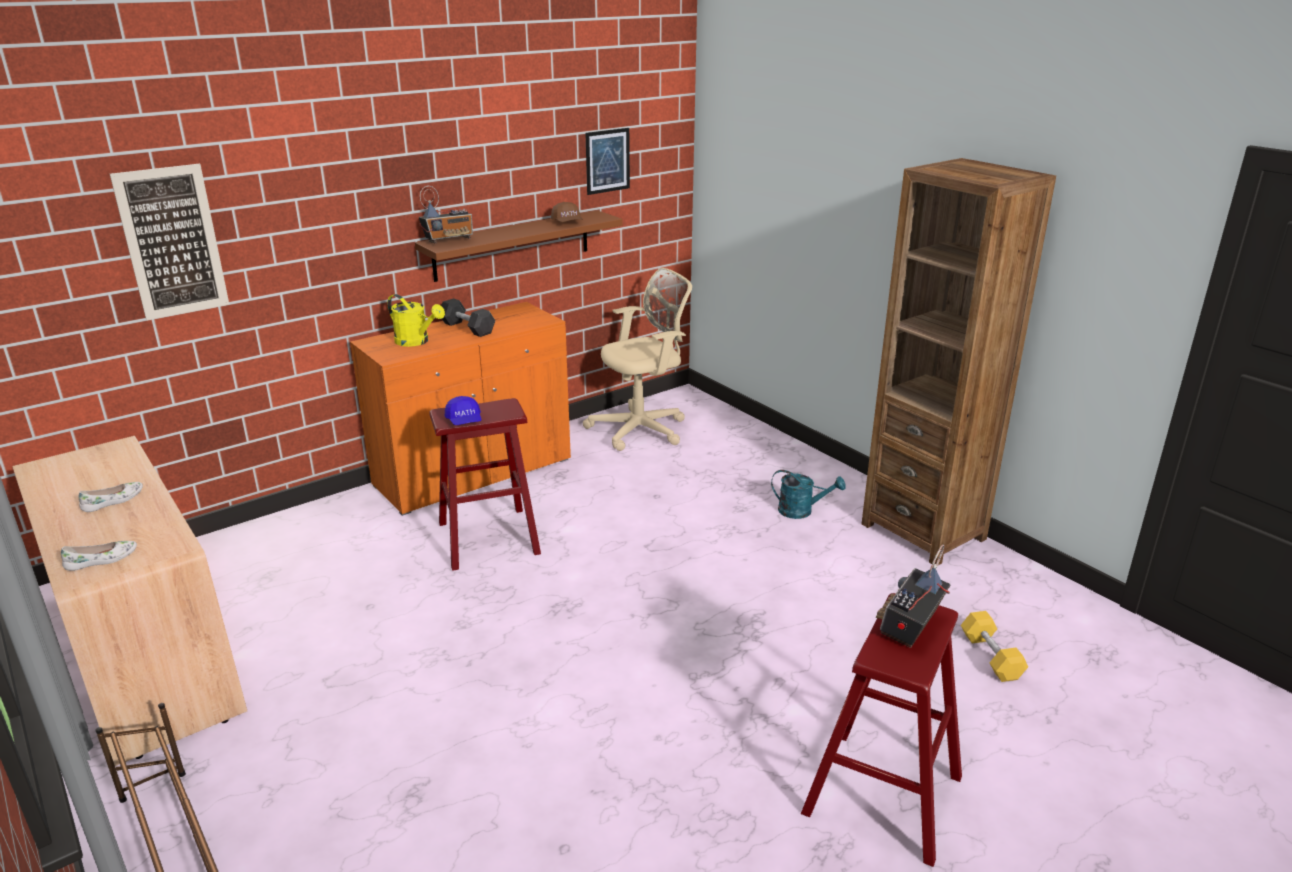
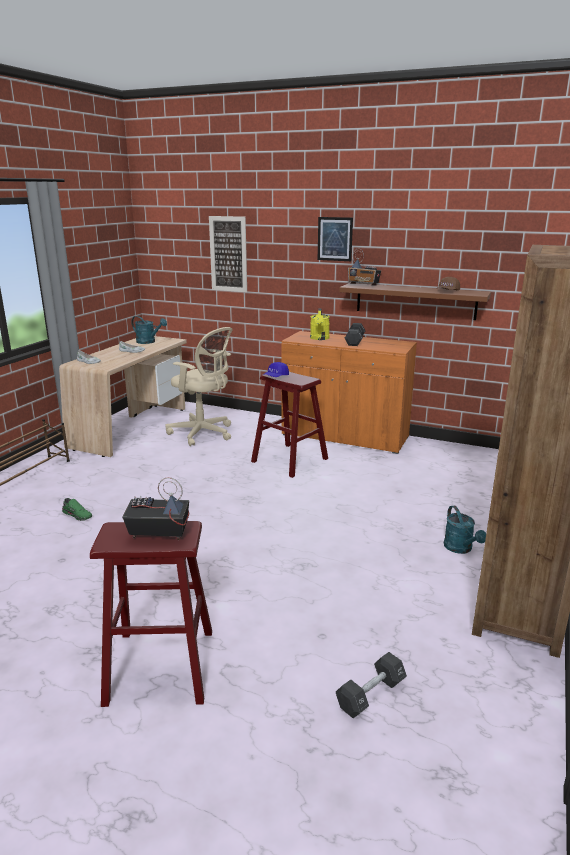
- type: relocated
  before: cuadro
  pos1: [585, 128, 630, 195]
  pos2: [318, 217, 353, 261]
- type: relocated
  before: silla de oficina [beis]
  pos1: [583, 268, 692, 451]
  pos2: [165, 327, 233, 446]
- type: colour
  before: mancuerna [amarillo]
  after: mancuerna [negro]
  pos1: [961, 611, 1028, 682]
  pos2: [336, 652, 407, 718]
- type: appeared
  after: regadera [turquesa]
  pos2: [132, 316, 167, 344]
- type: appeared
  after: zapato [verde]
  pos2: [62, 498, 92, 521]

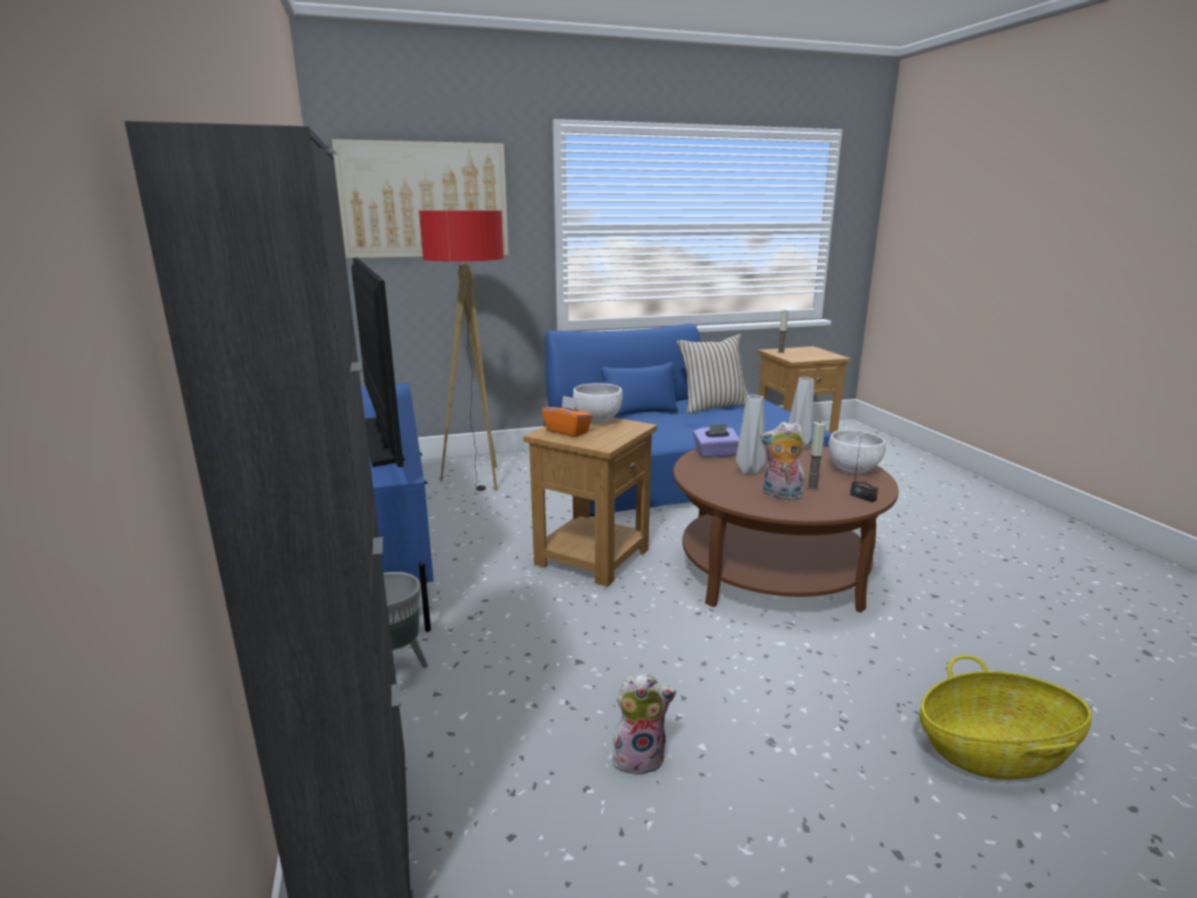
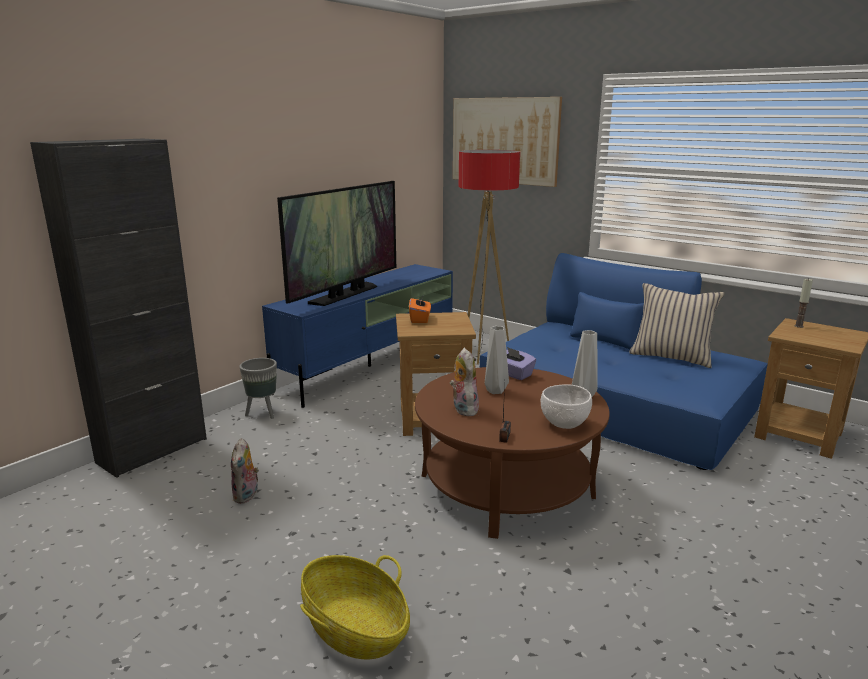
- type: missing
  before: cuenco [blanco]
  pos1: [573, 383, 623, 423]
- type: missing
  before: vela
  pos1: [807, 421, 826, 491]
- type: spun
  before: peluche
  pos1: [612, 673, 676, 776]
  pos2: [231, 438, 259, 504]
  turn: 45

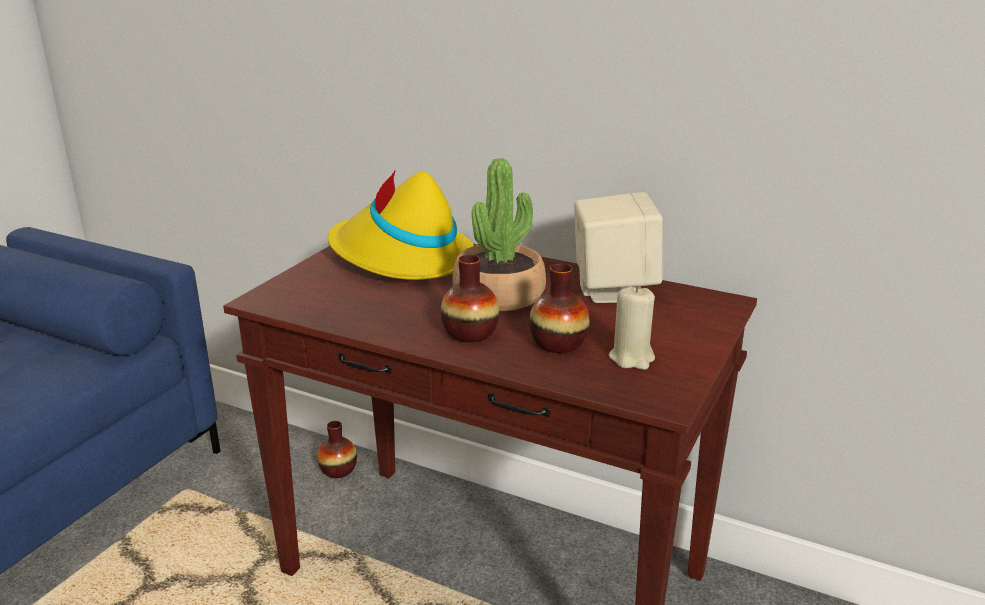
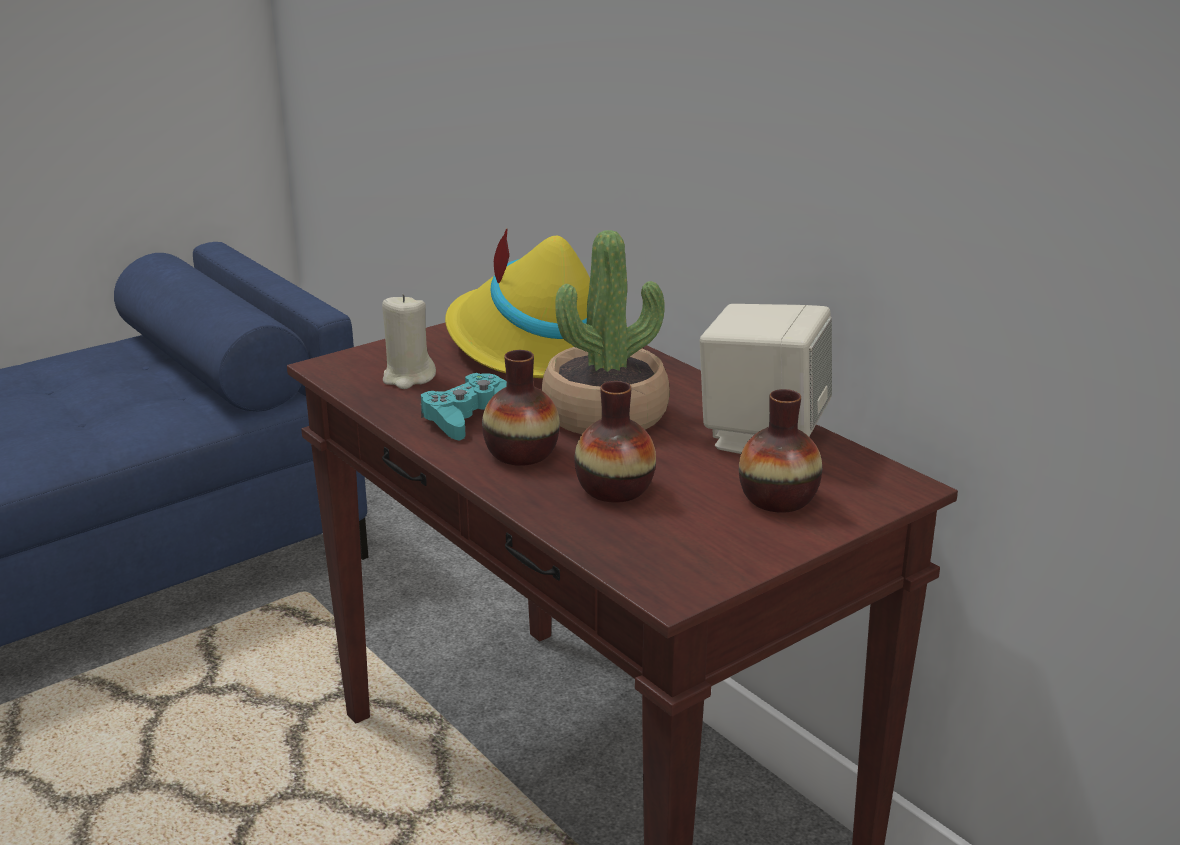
- type: relocated
  before: vela [beis]
  pos1: [609, 285, 655, 370]
  pos2: [382, 294, 436, 389]
- type: relocated
  before: florero
  pos1: [317, 421, 357, 478]
  pos2: [739, 389, 822, 513]
- type: appeared
  after: mando de consola [turquesa]
  pos2: [421, 373, 507, 441]

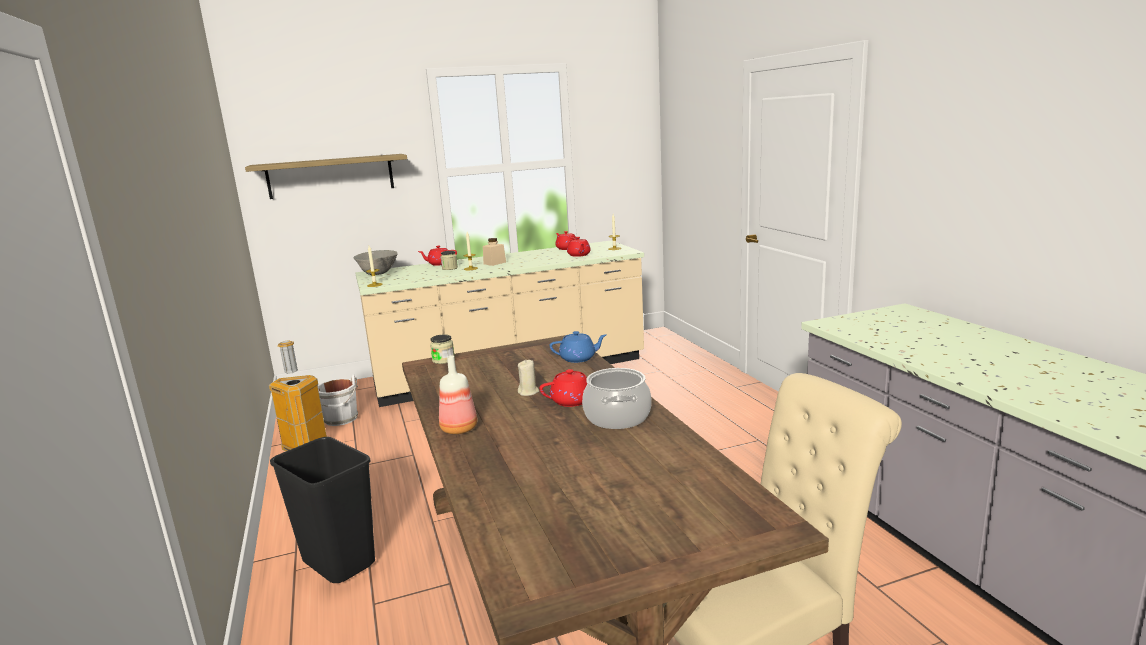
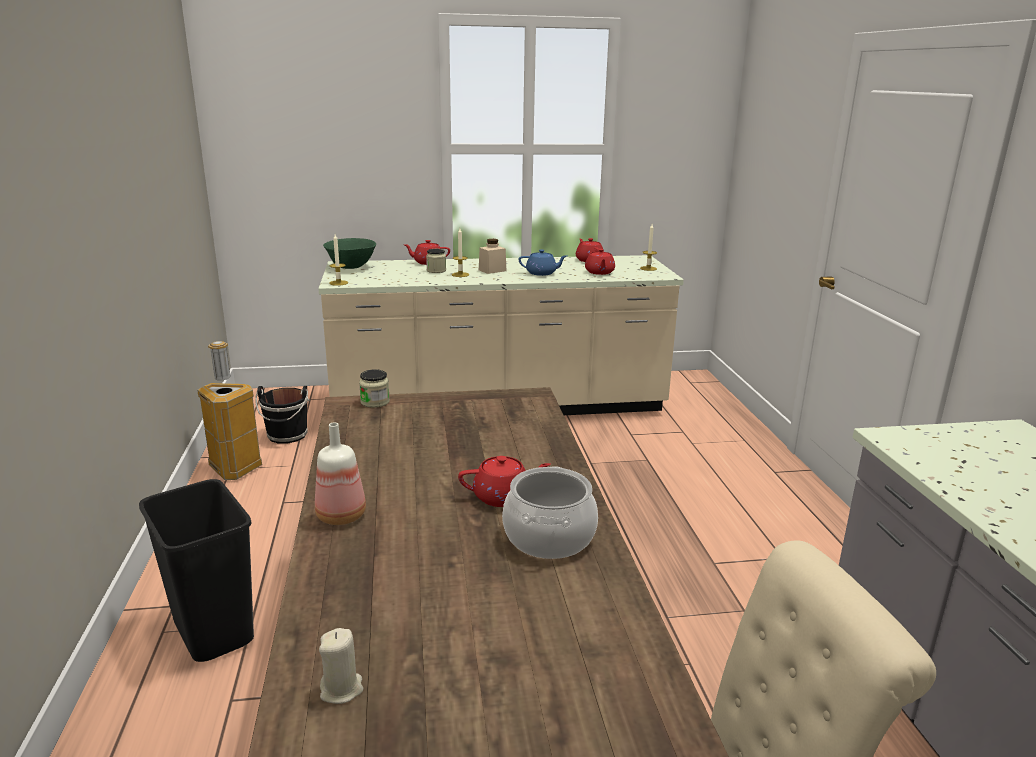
- type: missing
  before: estante
  pos1: [245, 154, 407, 199]
- type: colour
  before: cuenco [gris]
  after: cuenco [verde]
  pos1: [354, 250, 398, 275]
  pos2: [323, 238, 376, 269]
- type: relocated
  before: tetera [azul]
  pos1: [550, 331, 607, 363]
  pos2: [519, 250, 567, 276]
- type: relocated
  before: vela [beis]
  pos1: [518, 360, 539, 396]
  pos2: [319, 628, 363, 704]
- type: colour
  before: cubo [blanco]
  after: cubo [negro]
  pos1: [317, 374, 358, 426]
  pos2: [255, 386, 309, 444]

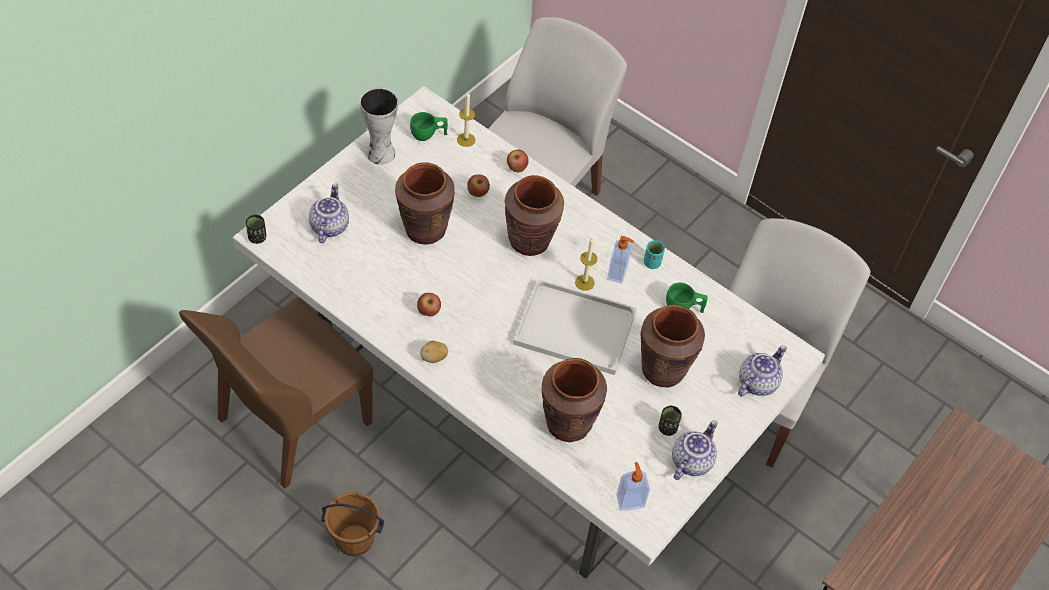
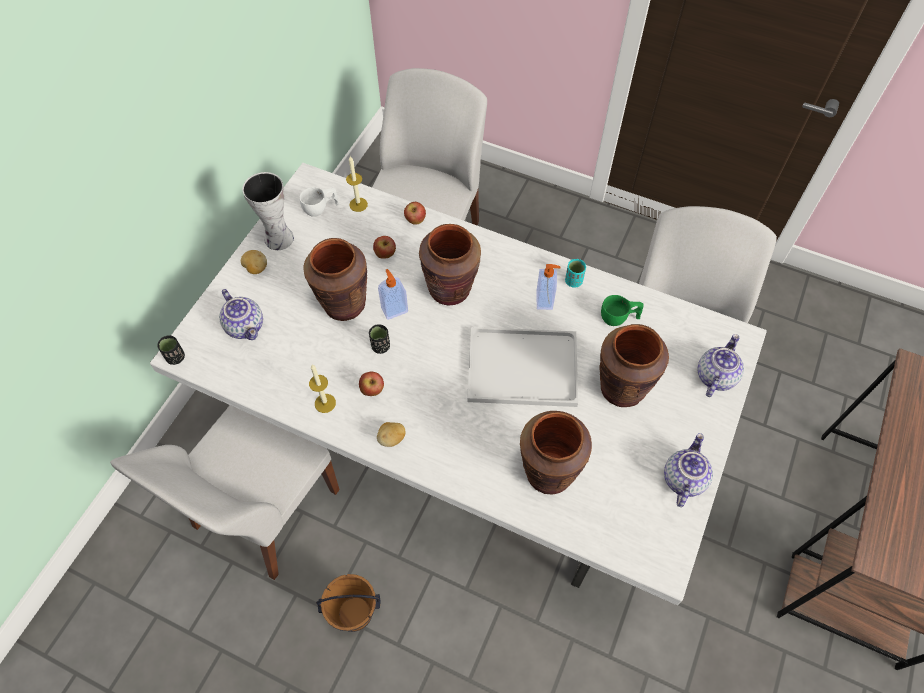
- type: colour
  before: taza [verde]
  after: taza [blanco]
  pos1: [410, 112, 448, 141]
  pos2: [300, 187, 339, 217]
- type: spun
  before: tetera
  pos1: [309, 183, 349, 243]
  pos2: [219, 289, 263, 340]
  turn: 150
- type: relocated
  before: vela
  pos1: [575, 238, 597, 291]
  pos2: [309, 365, 336, 413]
- type: colour
  before: silla [marrón]
  after: silla [blanco]
  pos1: [179, 297, 373, 489]
  pos2: [110, 405, 340, 580]
- type: relocated
  before: taza [negro]
  pos1: [658, 406, 682, 436]
  pos2: [369, 324, 390, 354]
- type: relocated
  before: dispensador de jabón
  pos1: [616, 462, 650, 511]
  pos2: [378, 269, 408, 320]
- type: appeared
  after: patata
  pos2: [241, 250, 267, 274]

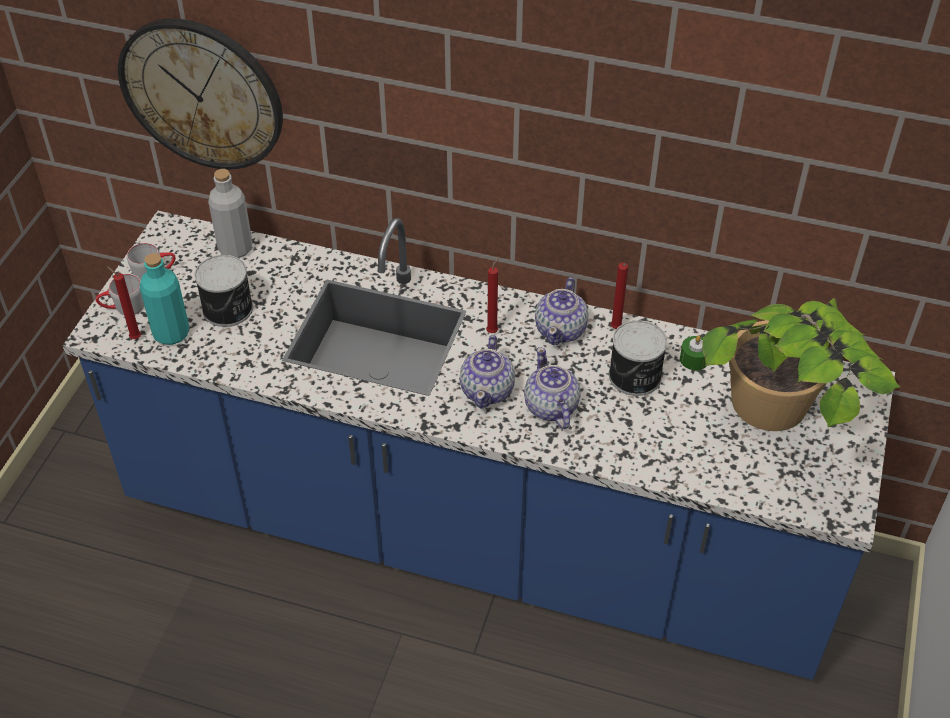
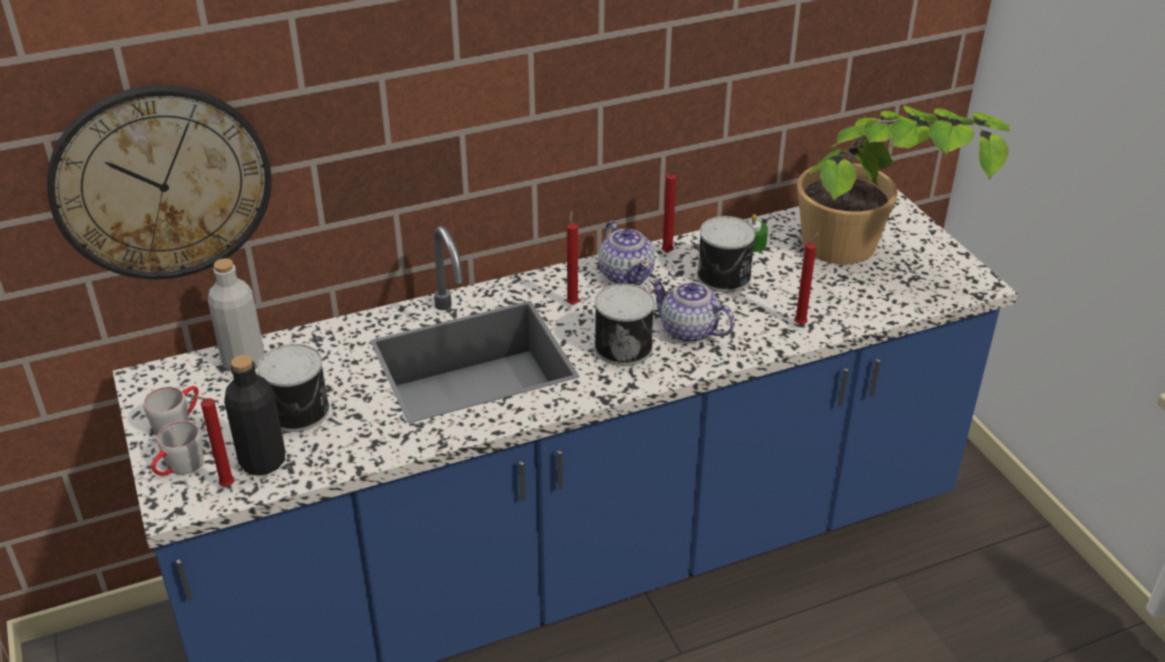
- type: colour
  before: botella [turquesa]
  after: botella [negro]
  pos1: [140, 253, 189, 345]
  pos2: [224, 355, 285, 475]
- type: exchanged
  before: tetera
  after: lata
  pos1: [460, 335, 515, 409]
  pos2: [594, 283, 654, 366]
- type: appeared
  after: vela [rojo]
  pos2: [794, 232, 820, 325]

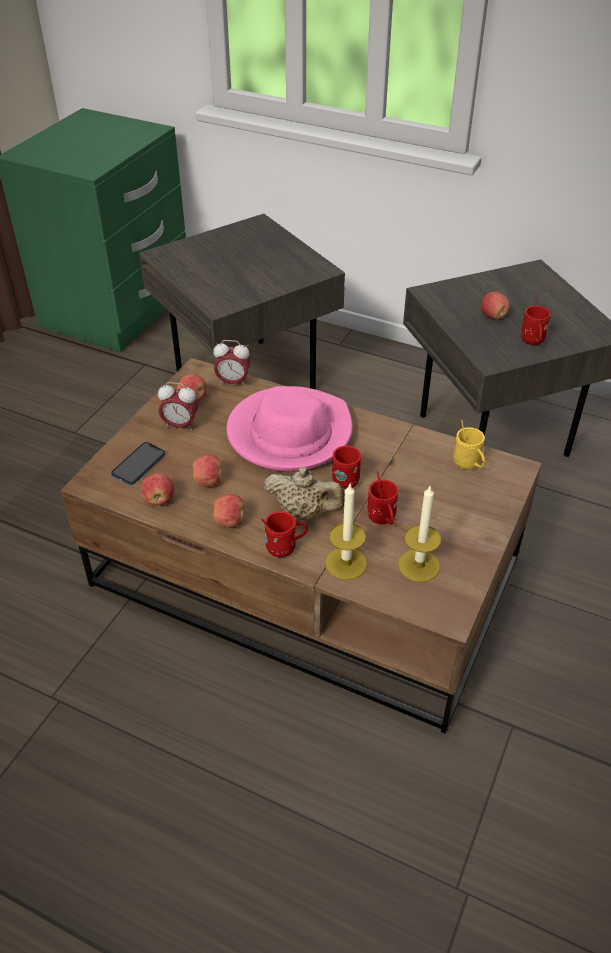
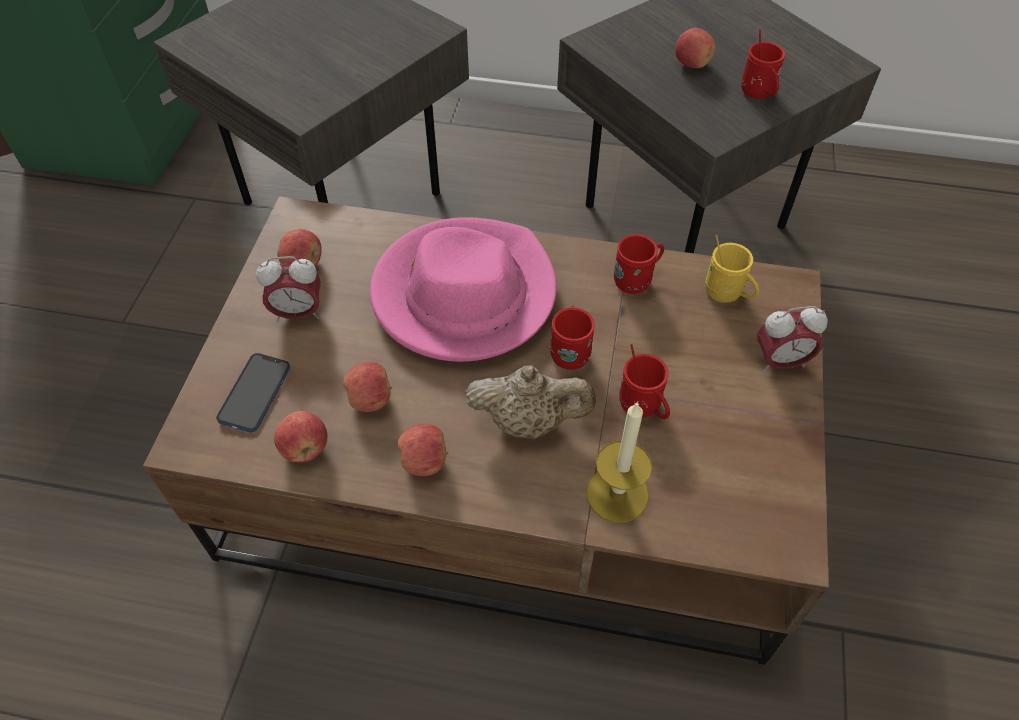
- type: relocated
  before: despertador
  pos1: [213, 340, 250, 387]
  pos2: [757, 306, 828, 372]
- type: missing
  before: vela
  pos1: [398, 486, 441, 582]
- type: relocated
  before: taza grande [rojo]
  pos1: [262, 511, 308, 558]
  pos2: [614, 234, 664, 294]

